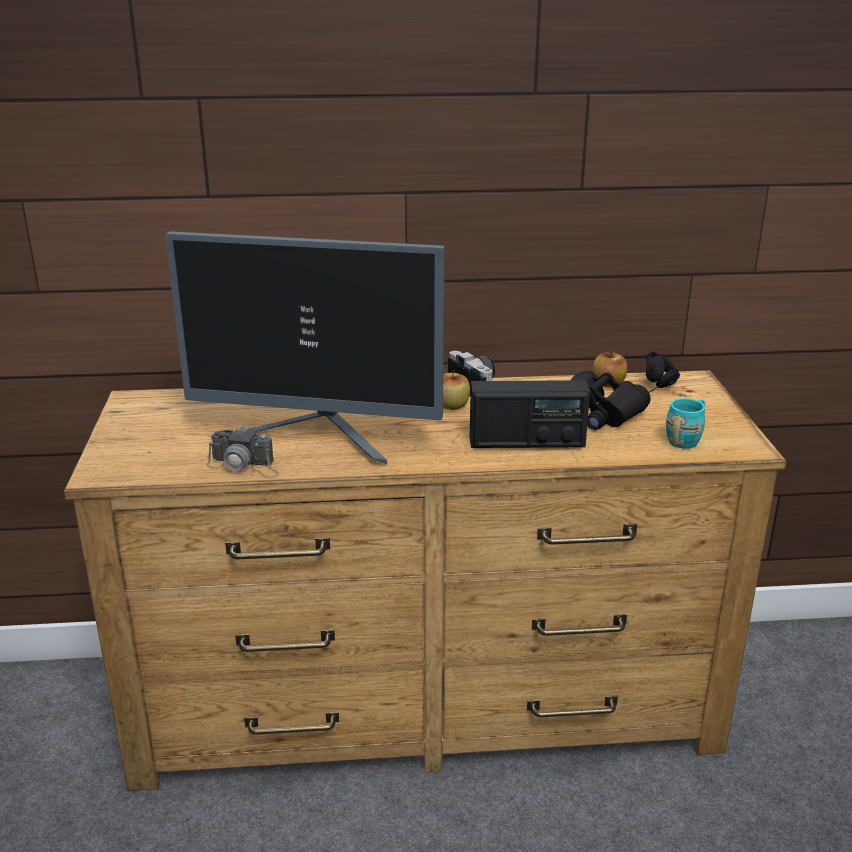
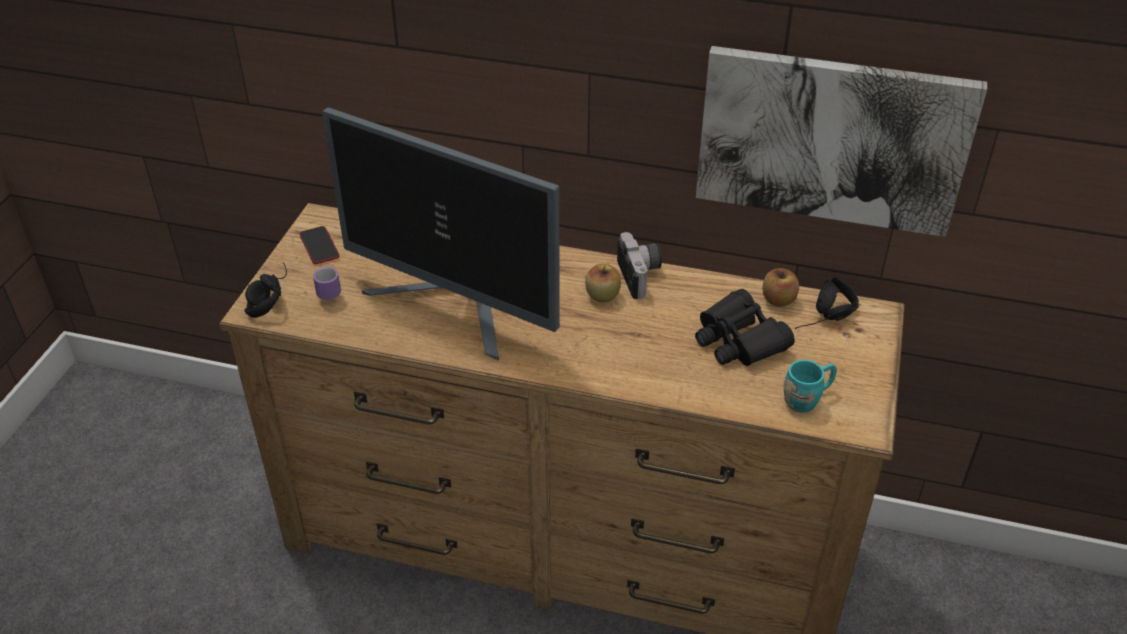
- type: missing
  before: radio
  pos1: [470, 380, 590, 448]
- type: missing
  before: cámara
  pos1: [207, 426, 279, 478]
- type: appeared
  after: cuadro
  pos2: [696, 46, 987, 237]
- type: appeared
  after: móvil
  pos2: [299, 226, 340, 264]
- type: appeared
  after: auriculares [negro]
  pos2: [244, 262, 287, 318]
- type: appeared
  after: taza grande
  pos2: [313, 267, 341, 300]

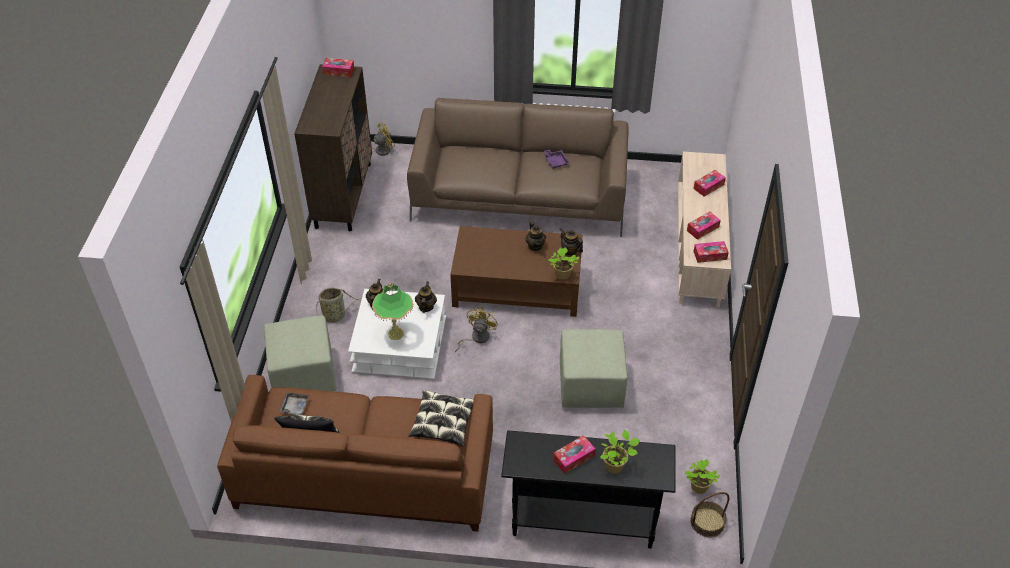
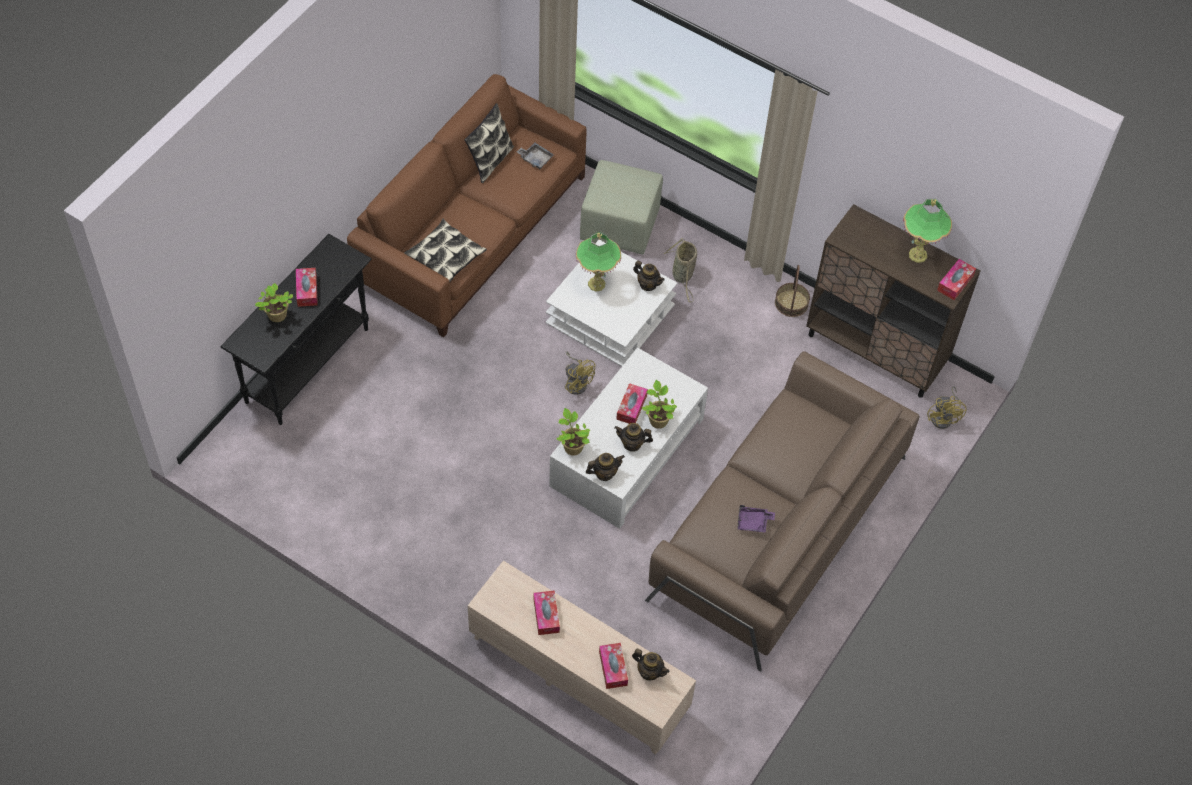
- type: colour
  before: mesa de centro [marrón]
  after: mesa de centro [blanco]
  pos1: [450, 226, 583, 317]
  pos2: [549, 347, 708, 529]
- type: relocated
  before: caja de pañuelos
  pos1: [693, 241, 729, 263]
  pos2: [616, 383, 648, 424]
- type: relocated
  before: tetera
  pos1: [415, 282, 437, 313]
  pos2: [632, 649, 670, 681]
- type: missing
  before: puf [verde]
  pos1: [560, 329, 627, 408]
- type: relocated
  before: planta en maceta
  pos1: [685, 459, 720, 494]
  pos2: [642, 380, 677, 429]
- type: relocated
  before: cesta
  pos1: [690, 492, 729, 537]
  pos2: [775, 265, 810, 317]
- type: appeared
  after: lámpara de mesa
  pos2: [903, 199, 952, 263]

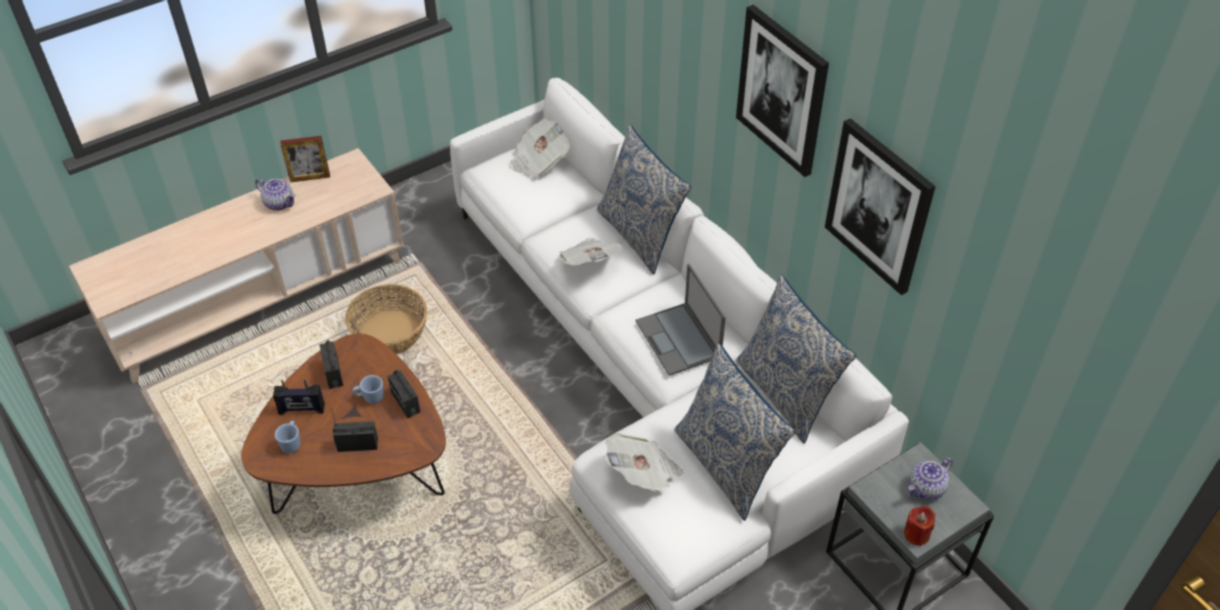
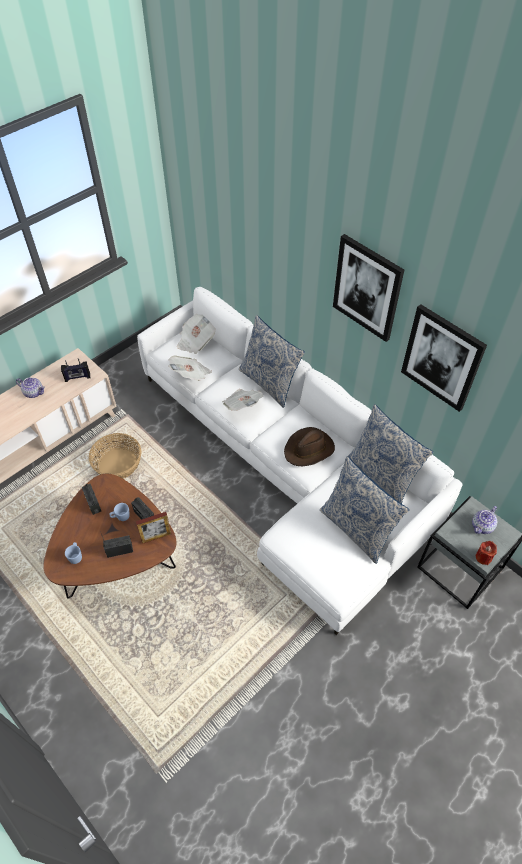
- type: relocated
  before: portarretratos
  pos1: [280, 136, 330, 182]
  pos2: [136, 512, 171, 544]
- type: exchanged
  before: portátil
  after: sombrero [marrón]
  pos1: [636, 264, 726, 376]
  pos2: [284, 427, 335, 466]
- type: relocated
  before: radio
  pos1: [273, 379, 325, 415]
  pos2: [61, 358, 90, 382]
- type: relocated
  before: periódico
  pos1: [604, 433, 683, 492]
  pos2: [168, 355, 212, 381]

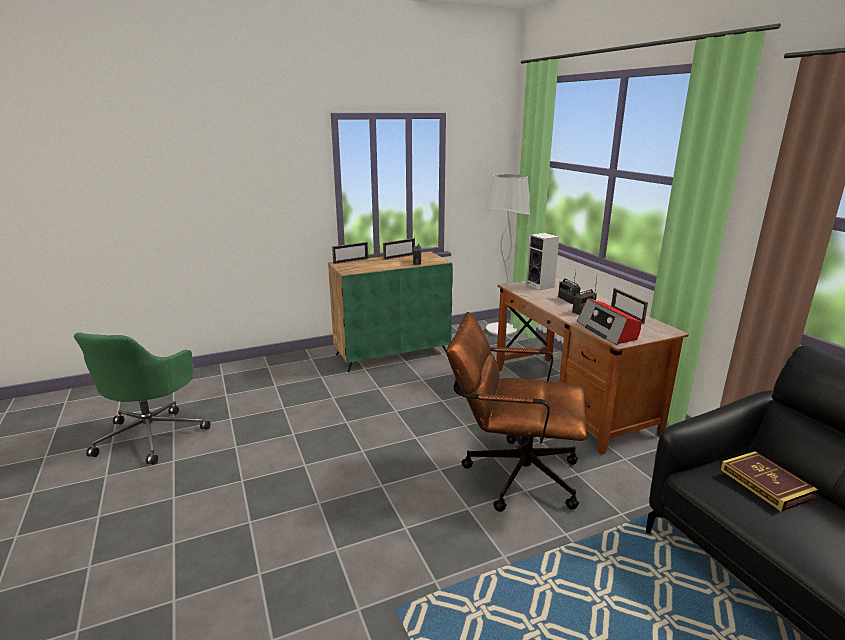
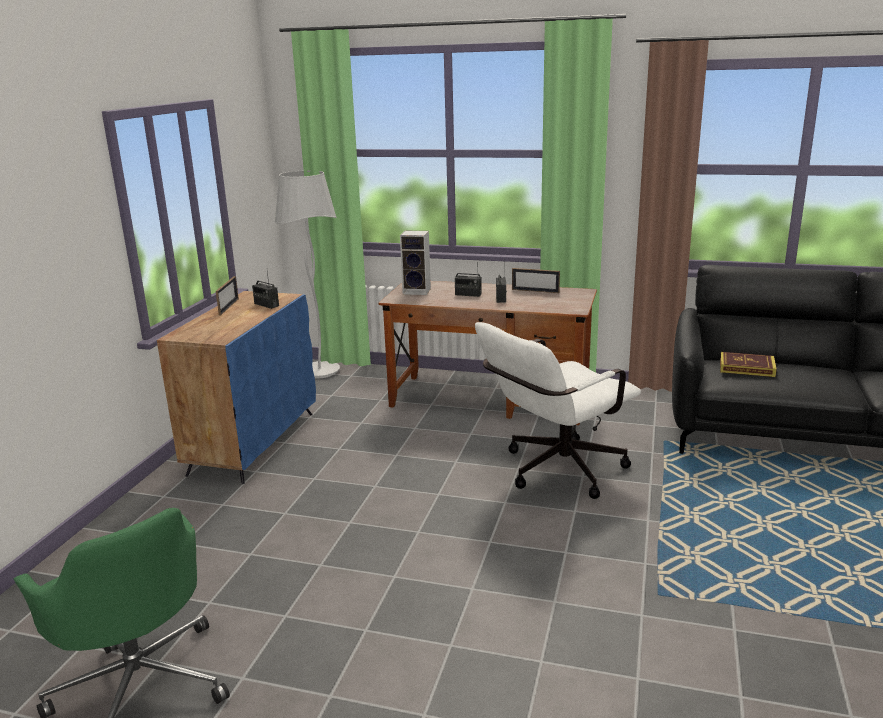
- type: missing
  before: portarretratos
  pos1: [332, 242, 368, 264]
- type: colour
  before: armario [verde]
  after: armario [azul]
  pos1: [328, 252, 453, 372]
  pos2: [157, 291, 316, 484]
- type: missing
  before: radio
  pos1: [577, 298, 642, 345]
- type: colour
  before: silla de oficina [marrón]
  after: silla de oficina [blanco]
  pos1: [446, 312, 587, 512]
  pos2: [475, 322, 641, 499]

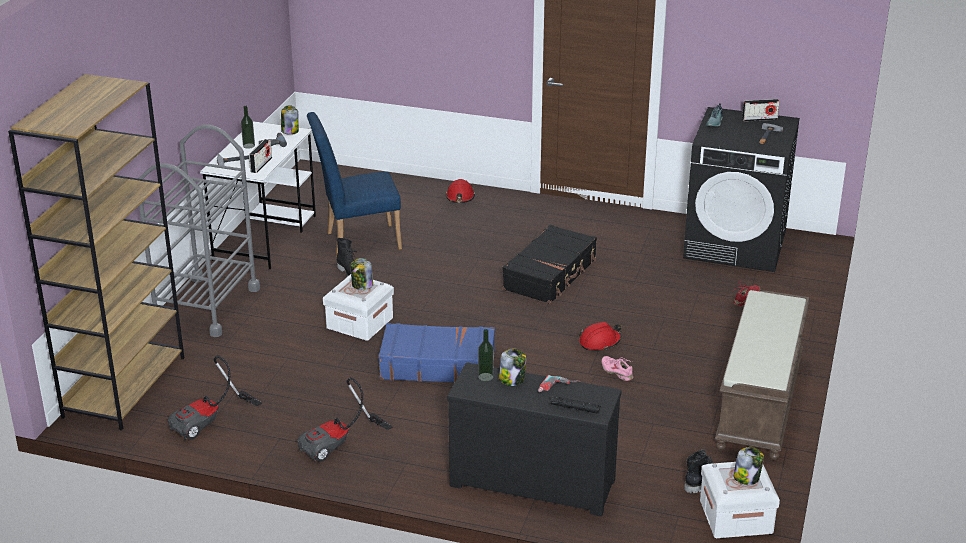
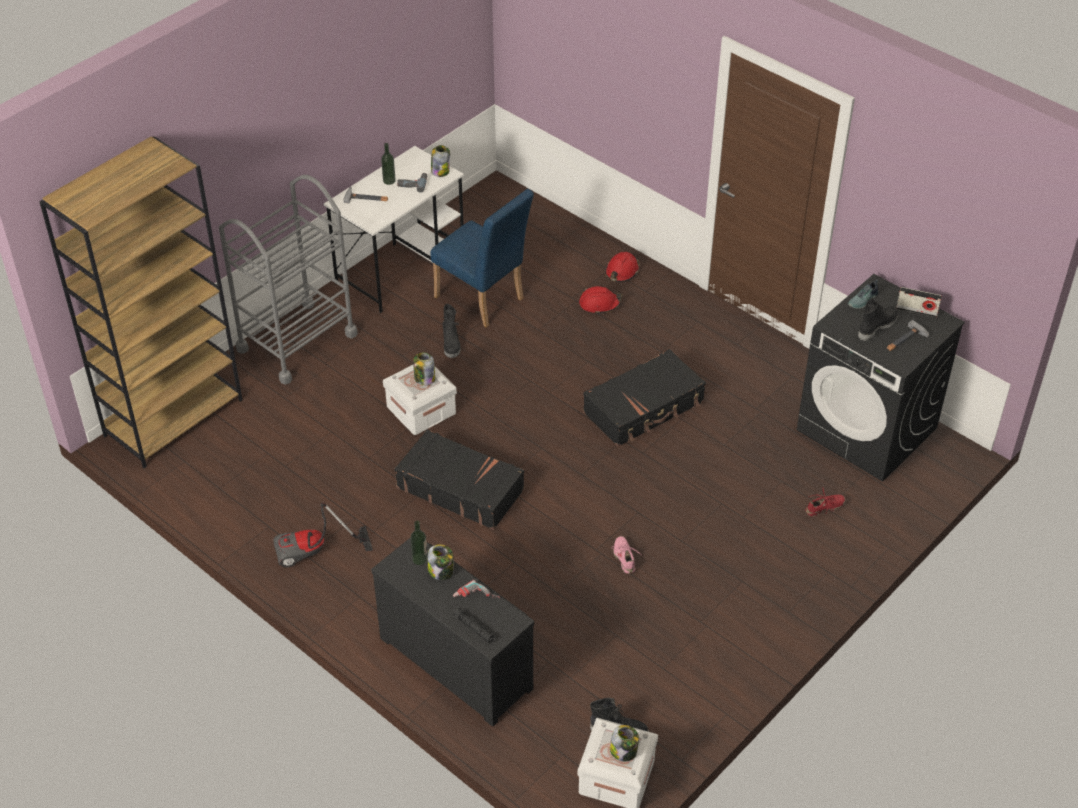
- type: spun
  before: silla [azul]
  pos1: [307, 112, 402, 258]
  pos2: [430, 189, 534, 327]
  turn: -150
- type: missing
  before: radio
  pos1: [249, 139, 272, 173]
- type: missing
  before: banco [marrón]
  pos1: [715, 290, 809, 460]
- type: relocated
  before: casco [rojo]
  pos1: [579, 322, 622, 350]
  pos2: [579, 286, 622, 313]
- type: colour
  before: maleta [azul]
  after: maleta [negro]
  pos1: [379, 323, 495, 383]
  pos2: [394, 429, 524, 530]
- type: missing
  before: aspiradora
  pos1: [168, 355, 262, 441]
- type: appeared
  after: bota [negro]
  pos2: [858, 298, 898, 341]

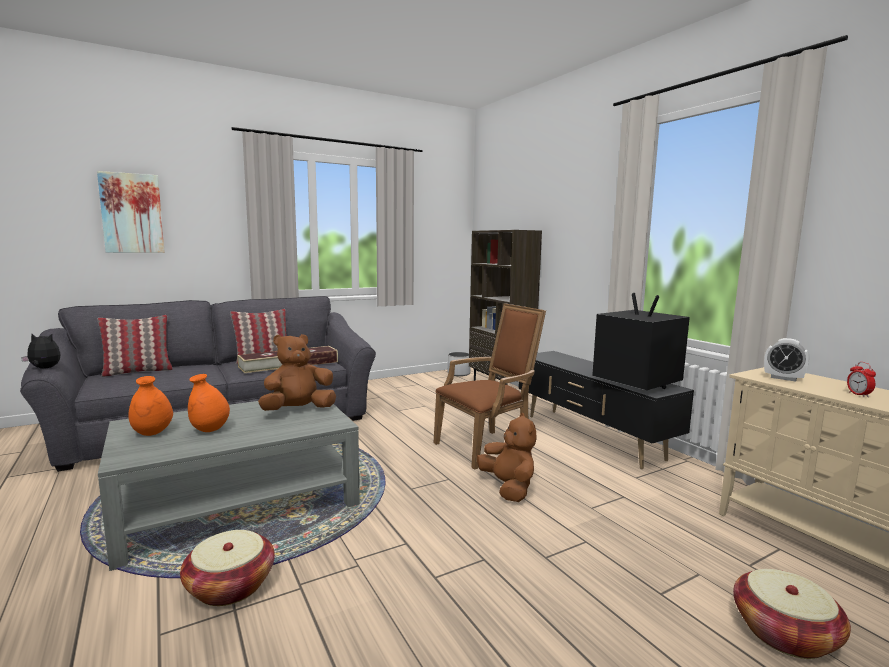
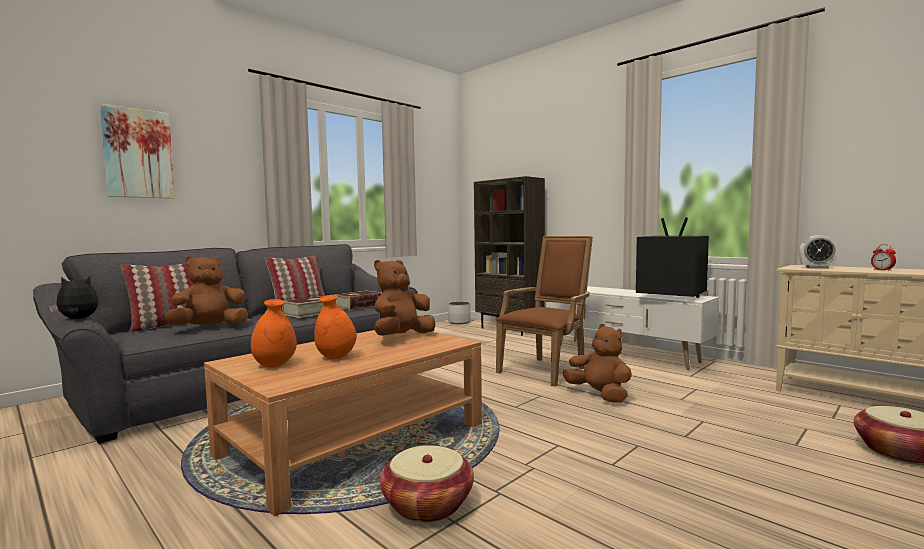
- type: colour
  before: mueble de televisión [negro]
  after: mueble de televisión [blanco]
  pos1: [518, 351, 694, 469]
  pos2: [546, 286, 719, 370]
- type: colour
  before: mesa de centro [gris]
  after: mesa de centro [marrón]
  pos1: [98, 401, 360, 571]
  pos2: [204, 329, 482, 517]
- type: appeared
  after: peluche [marrón]
  pos2: [165, 256, 249, 325]

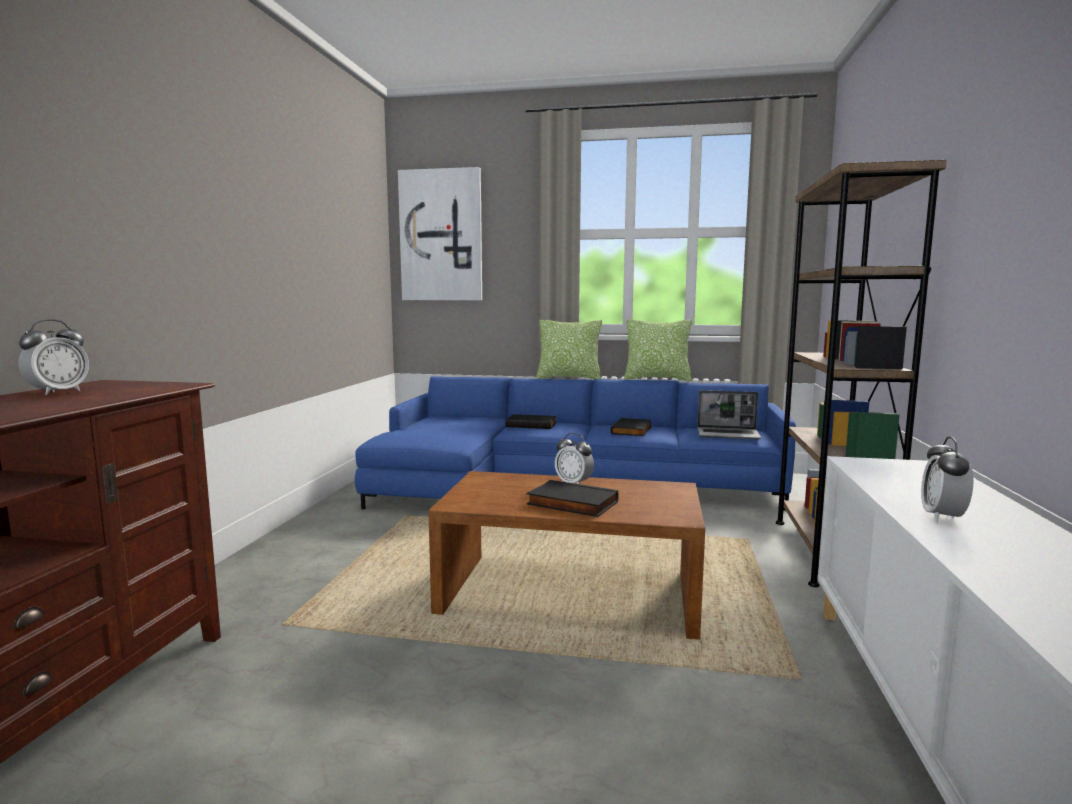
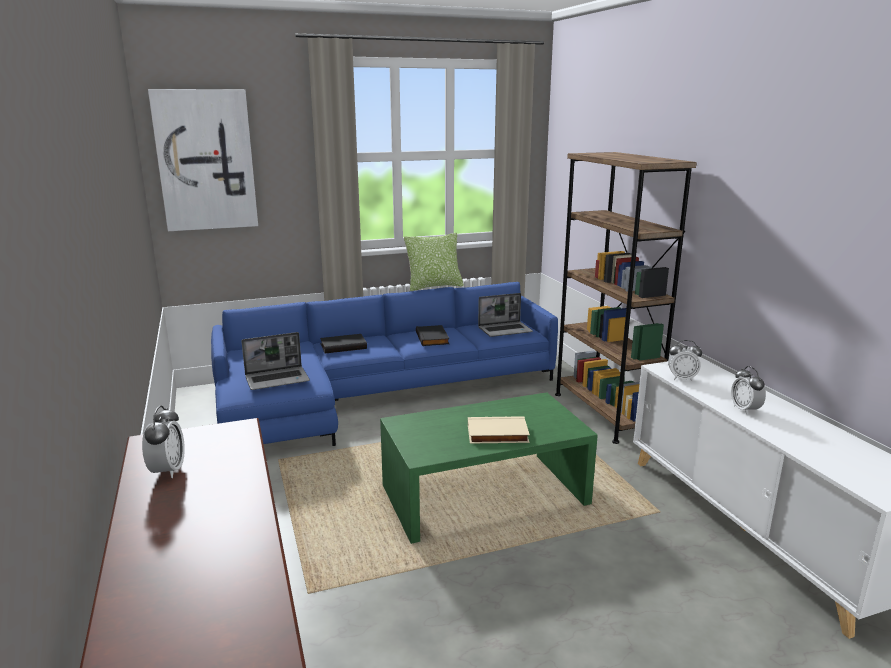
- type: missing
  before: cojín
  pos1: [536, 320, 602, 379]
- type: relocated
  before: despertador
  pos1: [555, 433, 594, 484]
  pos2: [668, 340, 702, 381]
- type: colour
  before: mesa de centro [marrón]
  after: mesa de centro [verde]
  pos1: [428, 471, 705, 640]
  pos2: [380, 392, 598, 544]
- type: colour
  before: libro [negro]
  after: libro [beis]
  pos1: [526, 480, 619, 517]
  pos2: [468, 416, 530, 444]
- type: appeared
  after: portátil
  pos2: [241, 332, 310, 390]

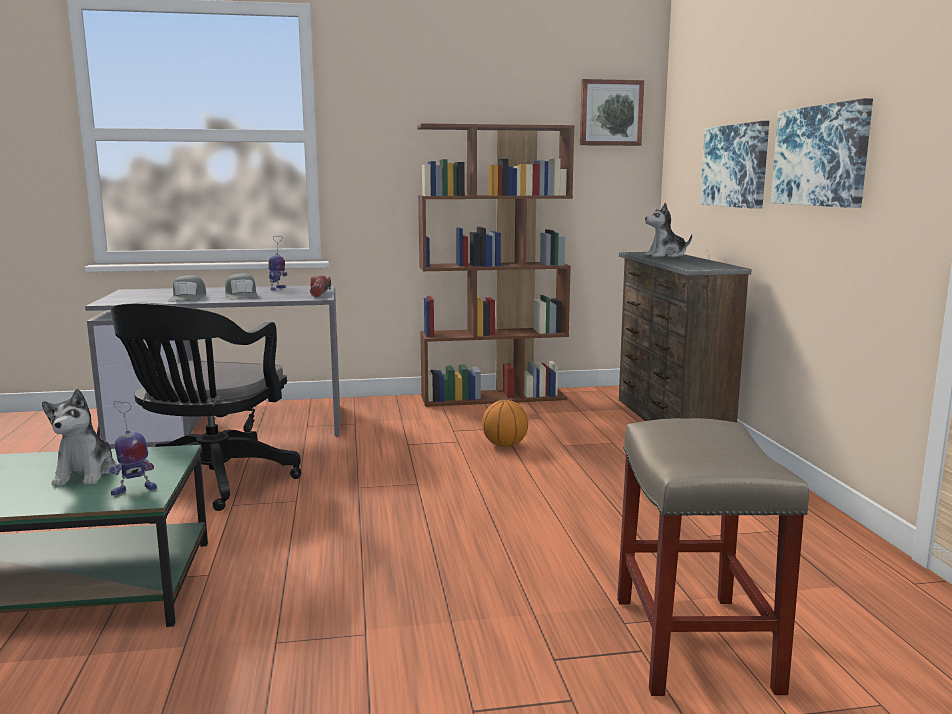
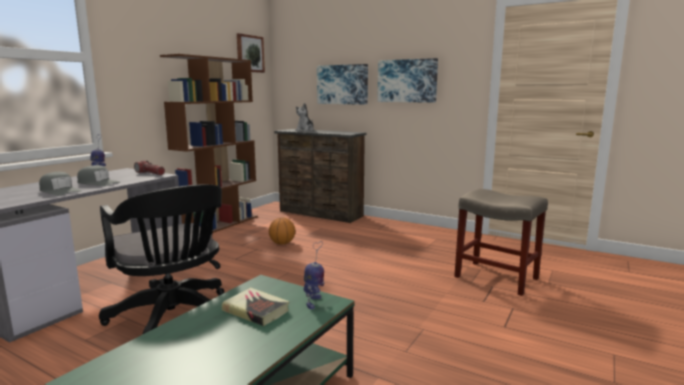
- type: exchanged
  before: peluche
  after: libro
  pos1: [42, 389, 117, 486]
  pos2: [222, 287, 289, 326]

